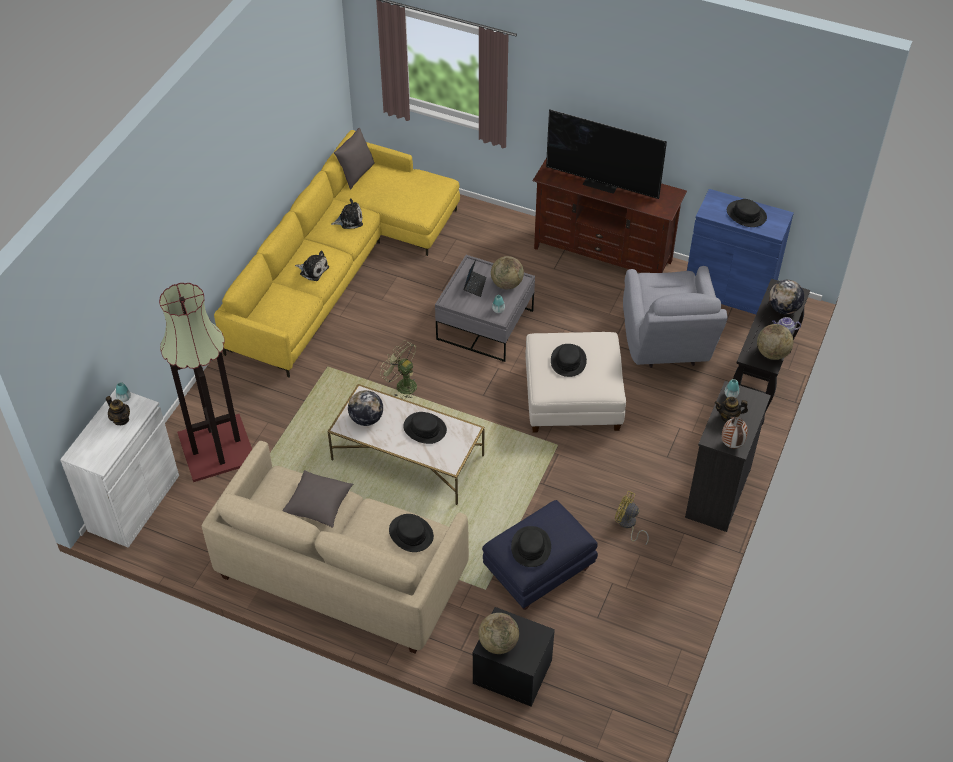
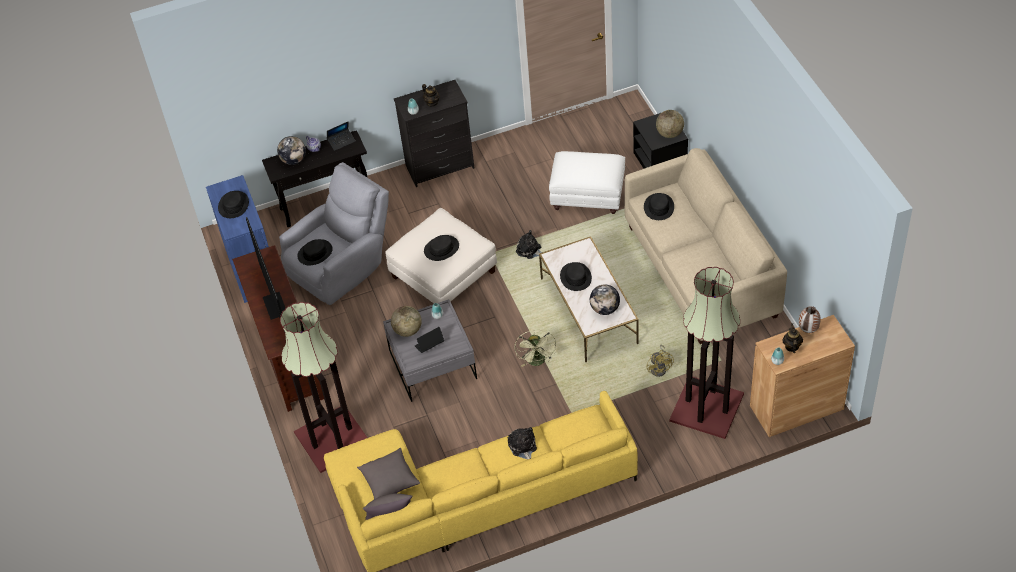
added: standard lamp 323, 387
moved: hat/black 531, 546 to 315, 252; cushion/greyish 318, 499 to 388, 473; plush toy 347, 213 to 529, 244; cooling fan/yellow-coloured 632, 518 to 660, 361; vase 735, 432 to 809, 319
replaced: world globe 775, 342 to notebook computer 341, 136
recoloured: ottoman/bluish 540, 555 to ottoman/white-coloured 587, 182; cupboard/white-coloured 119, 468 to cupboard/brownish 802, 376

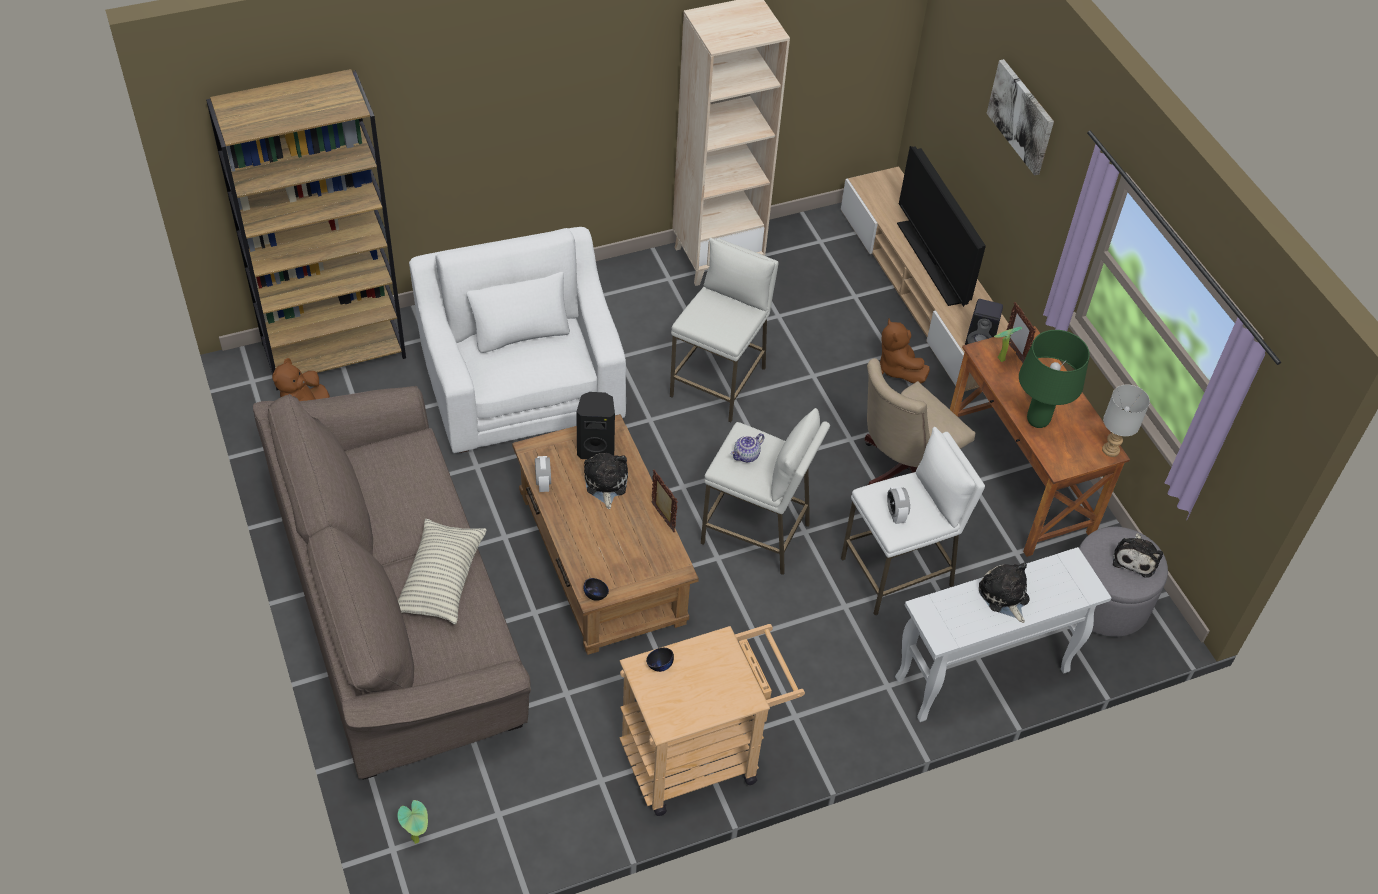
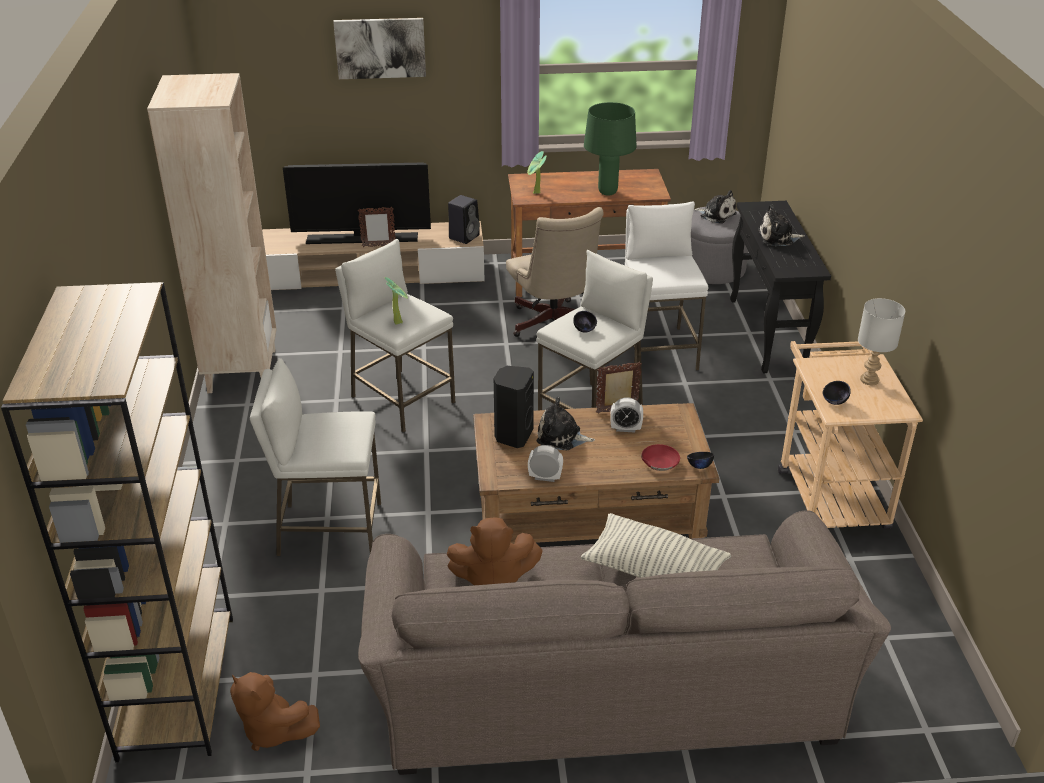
added: serving bowl/red-coloured 660, 457
moved: picture frame 1020, 332 to 377, 227; houseplant 412, 822 to 396, 301; plush toy/brownish 905, 350 to 494, 551; table clock 898, 505 to 626, 414; table lamp/greyish 1126, 420 to 881, 341
replaced: lounge chair/white-coloured 517, 340 to stool seat/white-coloured 315, 457; tea pot 748, 447 to serving bowl/black 585, 322
recoloured: narrow table/white-coloured 1003, 634 to narrow table/black 780, 287

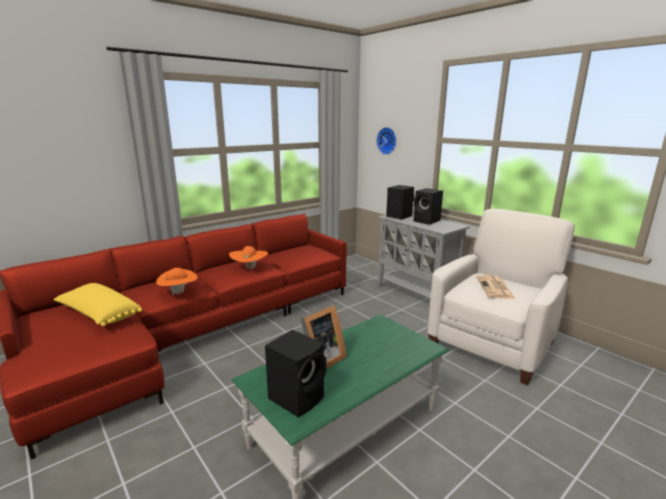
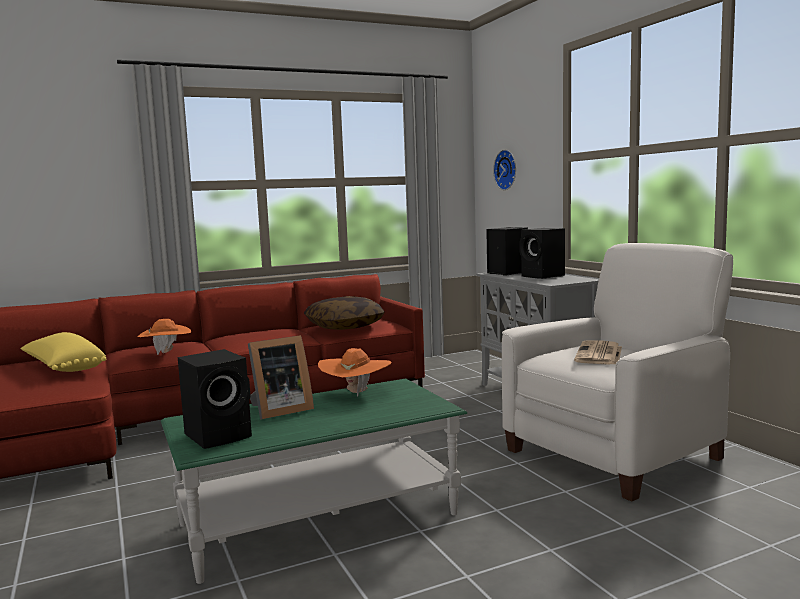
added: cushion 344, 313
moved: hat/orange-coloured 248, 258 to 354, 372

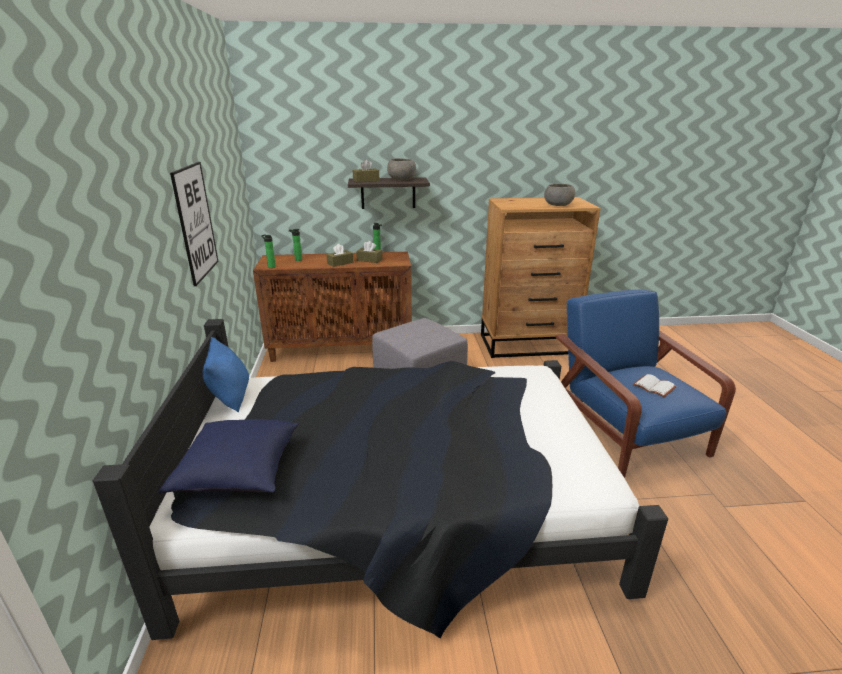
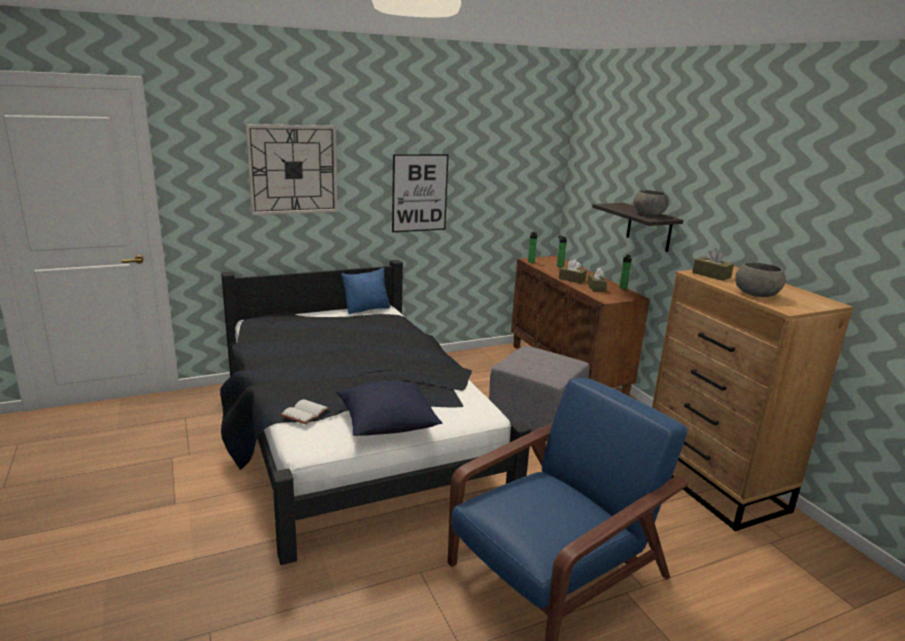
added: wall clock 291, 169
moved: volume/white-coloured 654, 385 to 305, 411; cushion/bluish 228, 456 to 389, 408; tissue holder/brownish 366, 170 to 713, 264

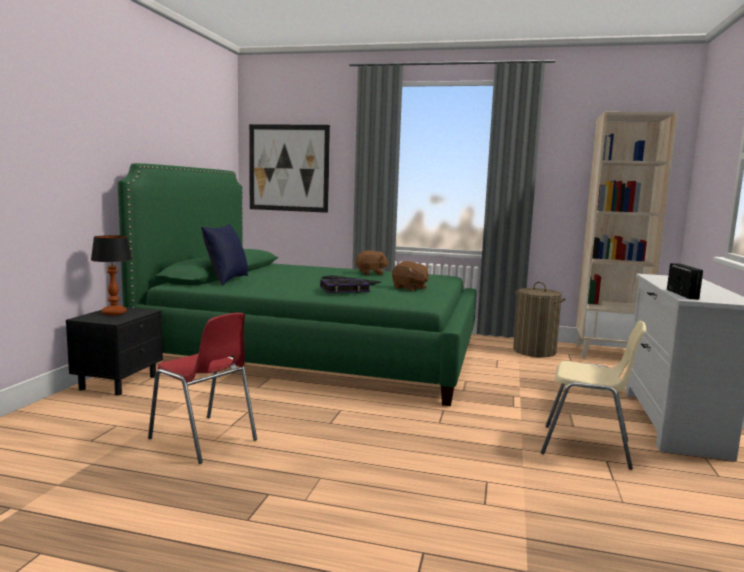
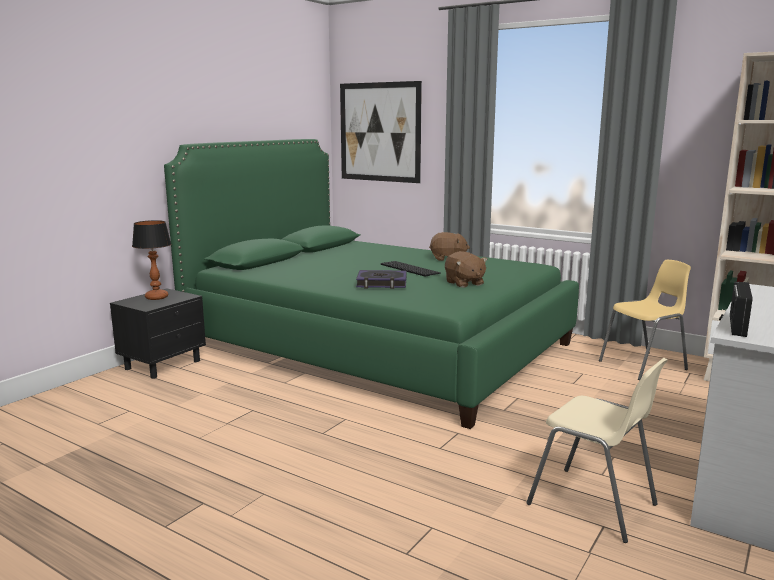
removed: upright chair/red-coloured 202, 388; cushion/bluish 224, 255
replaced: hamper 539, 319 to upright chair/yellow-coloured 645, 320

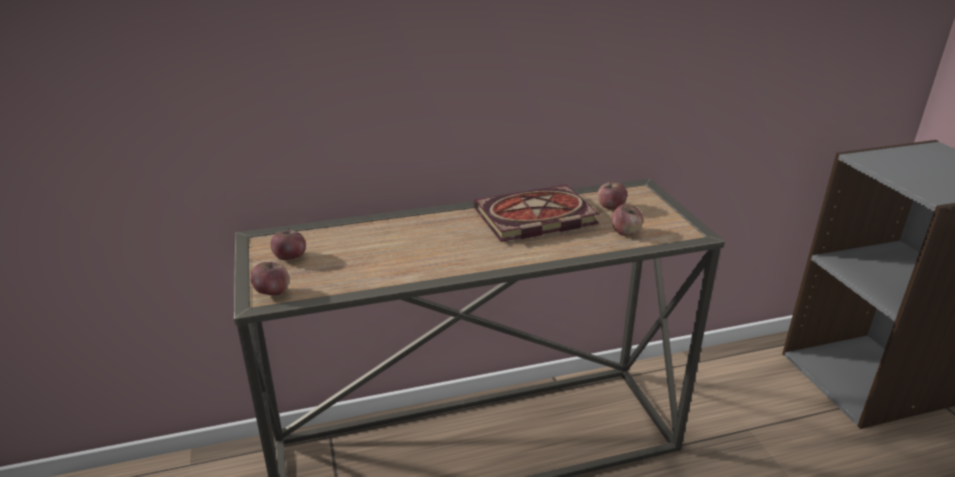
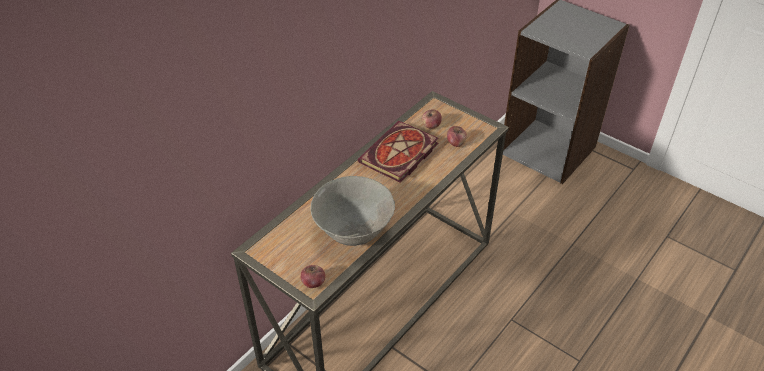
removed: whole apple 288, 244
added: serving bowl/greyish 353, 211

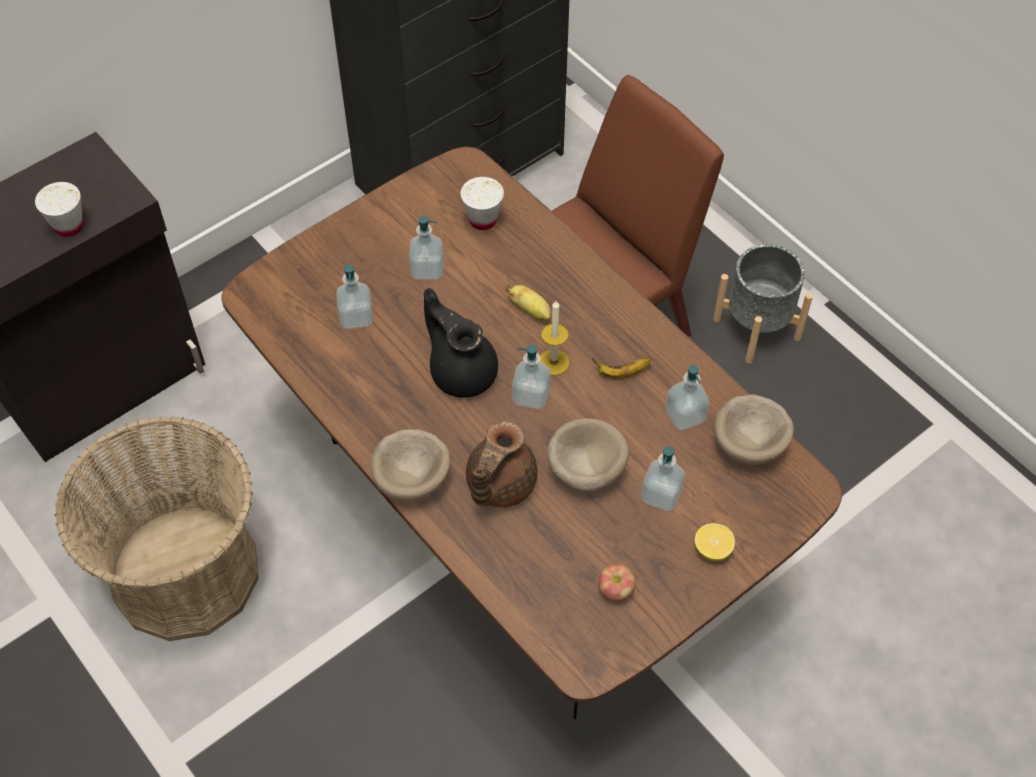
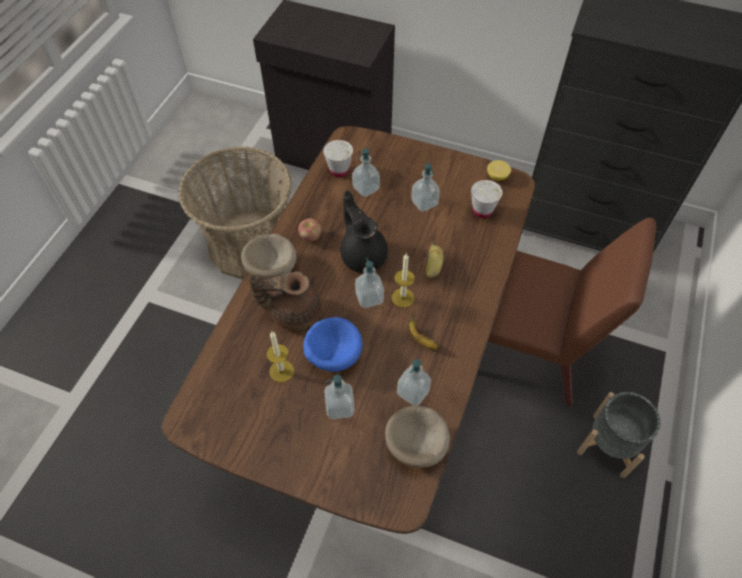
added: wax light 280, 356
moved: whole apple 617, 583 to 309, 230; cup/white-coloured 59, 209 to 338, 158; lemon 715, 542 to 499, 170
recoloured: serving bowl/beige 588, 455 to serving bowl/bluish 332, 344
turned: tea pot/black 461, 343 = 364, 232 45 degrees counterclockwise

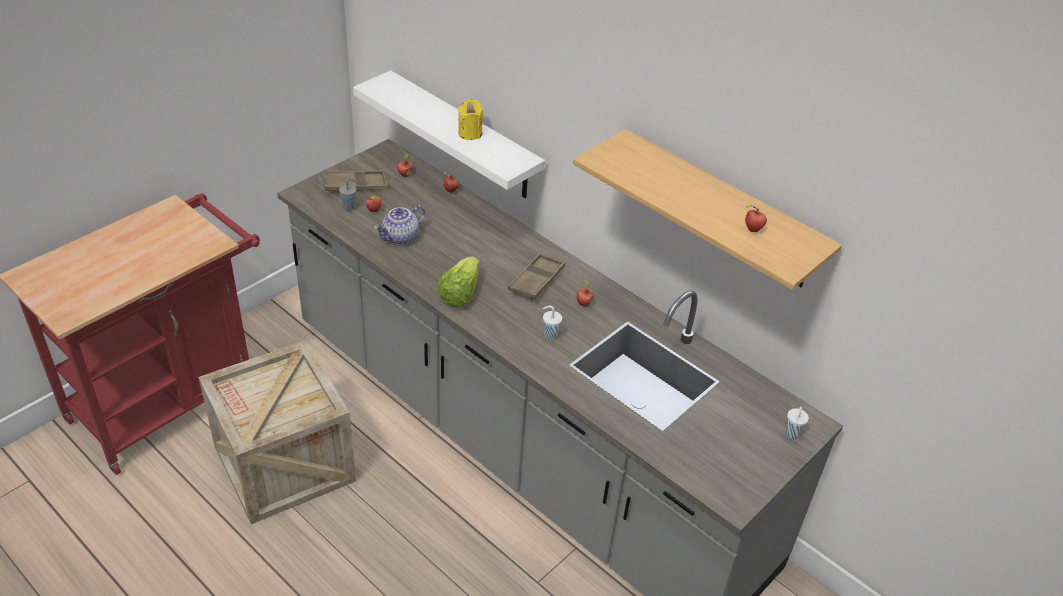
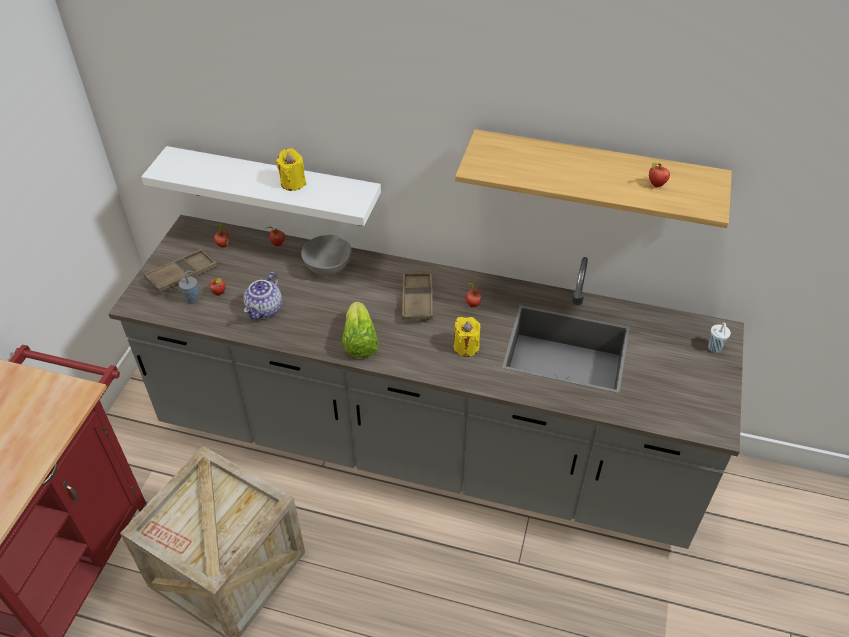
added: serving bowl/greyish 326, 255
replaced: cup/white-coloured 552, 323 to wax light/yellow-coloured 466, 337

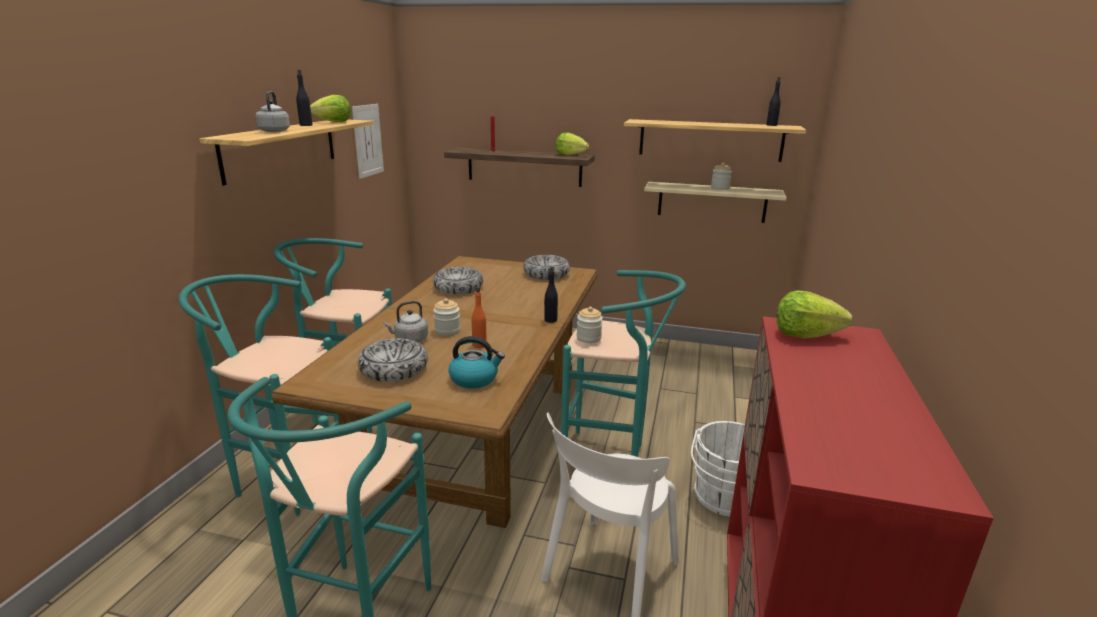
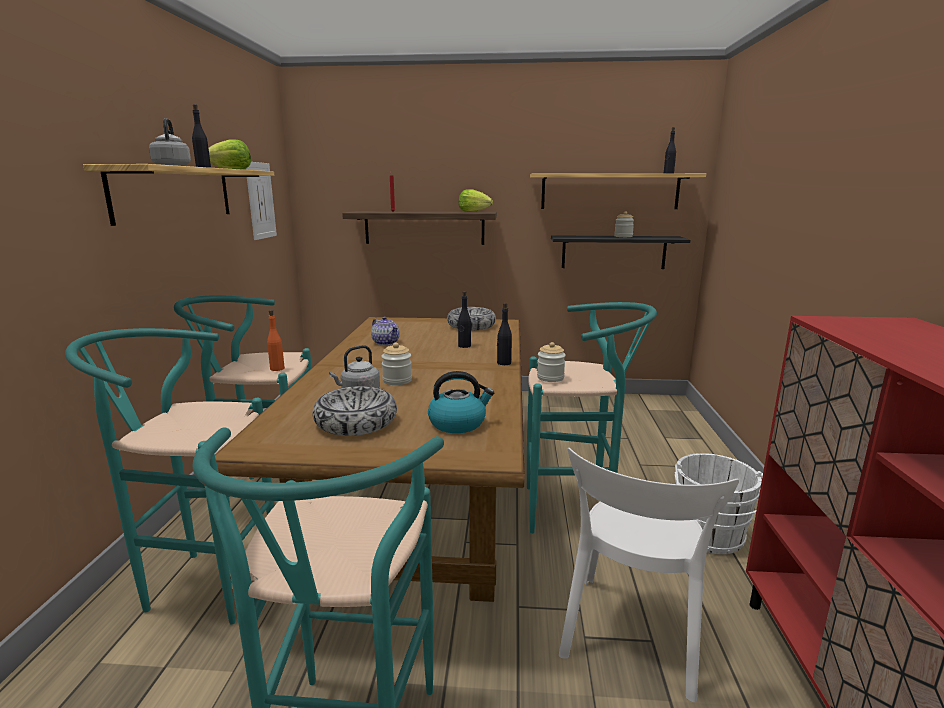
removed: lettuce 814, 314
added: bottle/black 464, 319
moved: bottle/orange-coloured 479, 317 to 276, 340
replaced: serving bowl 458, 280 to tea pot 385, 331
recoloured: shelf/beige 715, 202 to shelf/black 620, 252

